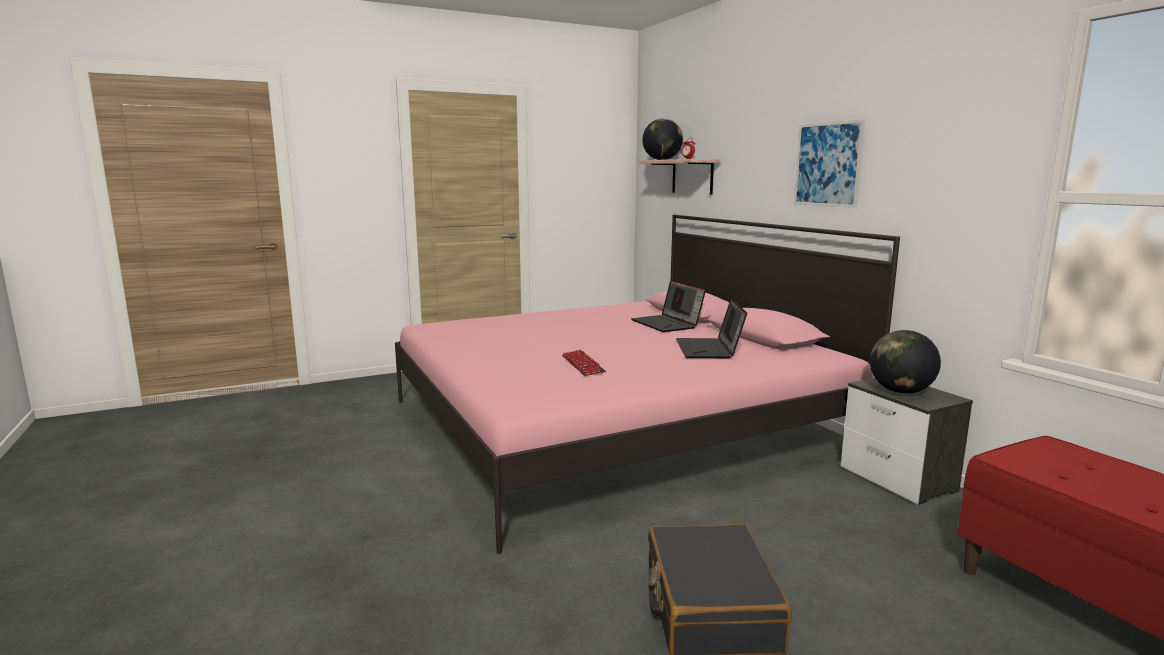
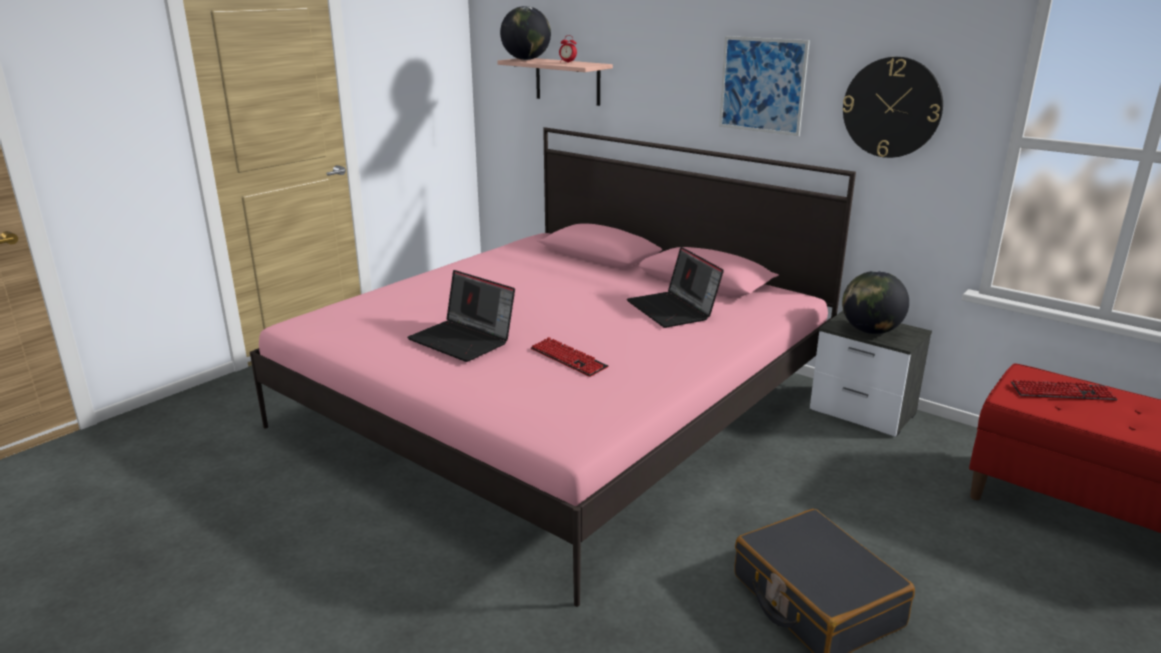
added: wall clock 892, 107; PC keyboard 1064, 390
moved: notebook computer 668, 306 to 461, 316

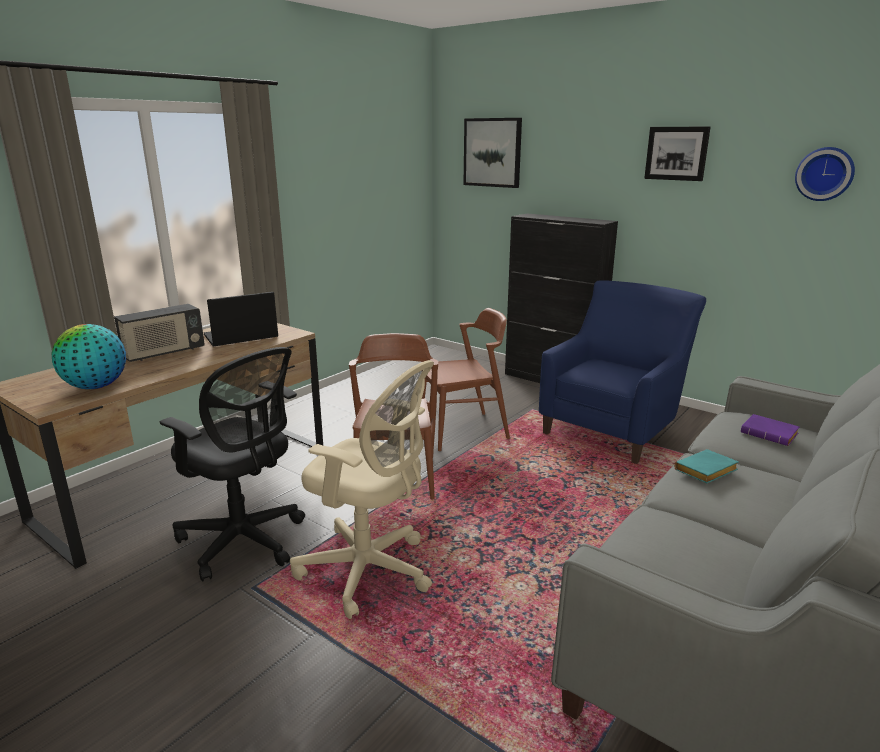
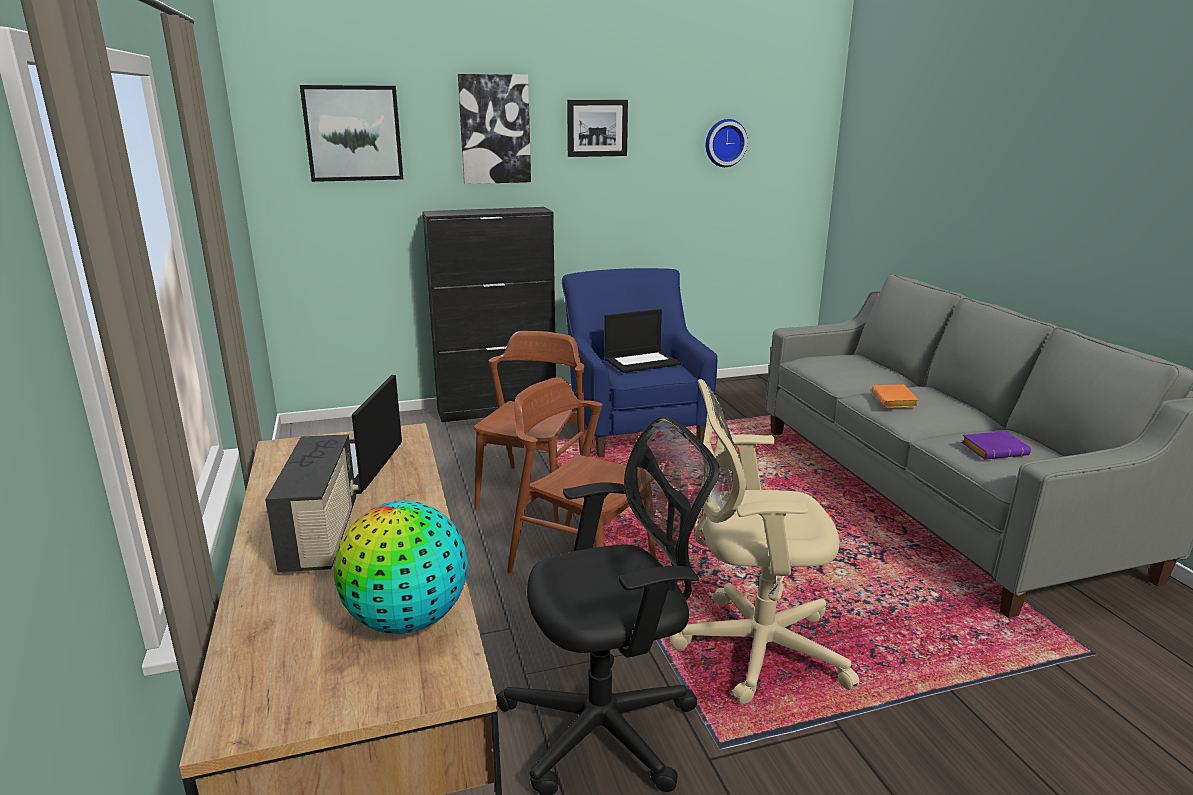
added: wall picture 494, 129; notebook computer 642, 341
moved: volume/purple 770, 430 to 996, 445
recoloured: volume/turquoise 706, 466 to volume/orange-coloured 895, 396
turned: desk chair/beige 362, 489 = 765, 541 150 degrees counterclockwise

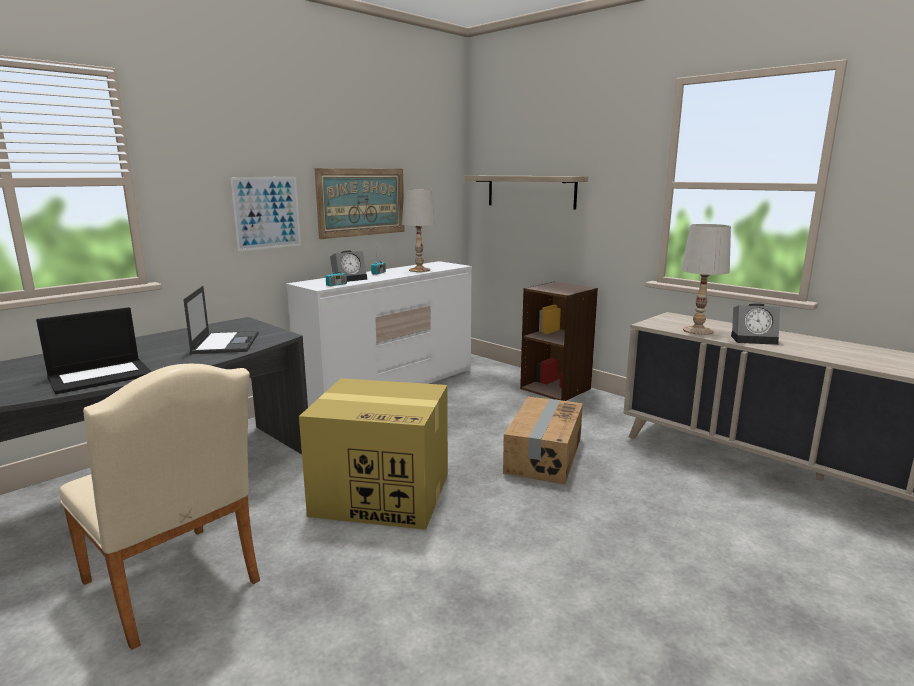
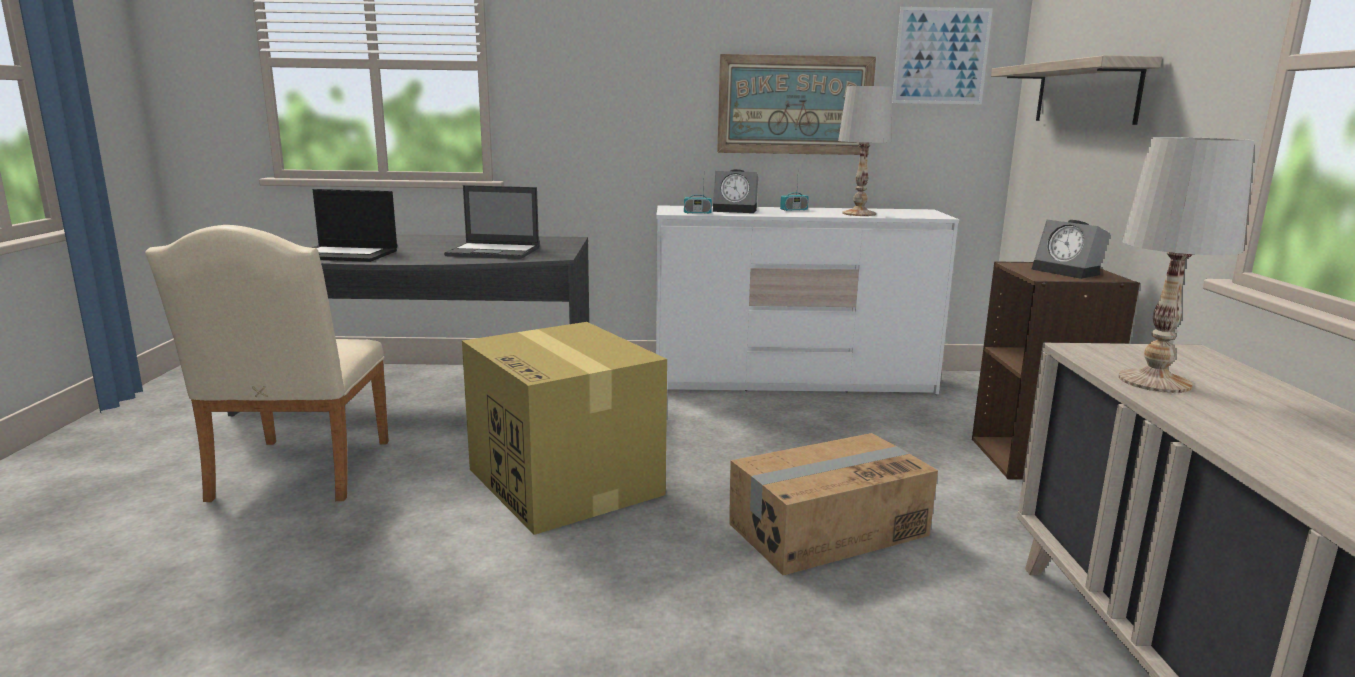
moved: wall picture 265, 214 to 942, 56; table clock 755, 324 to 1071, 249
turned: notebook computer 221, 320 = 491, 222 60 degrees clockwise

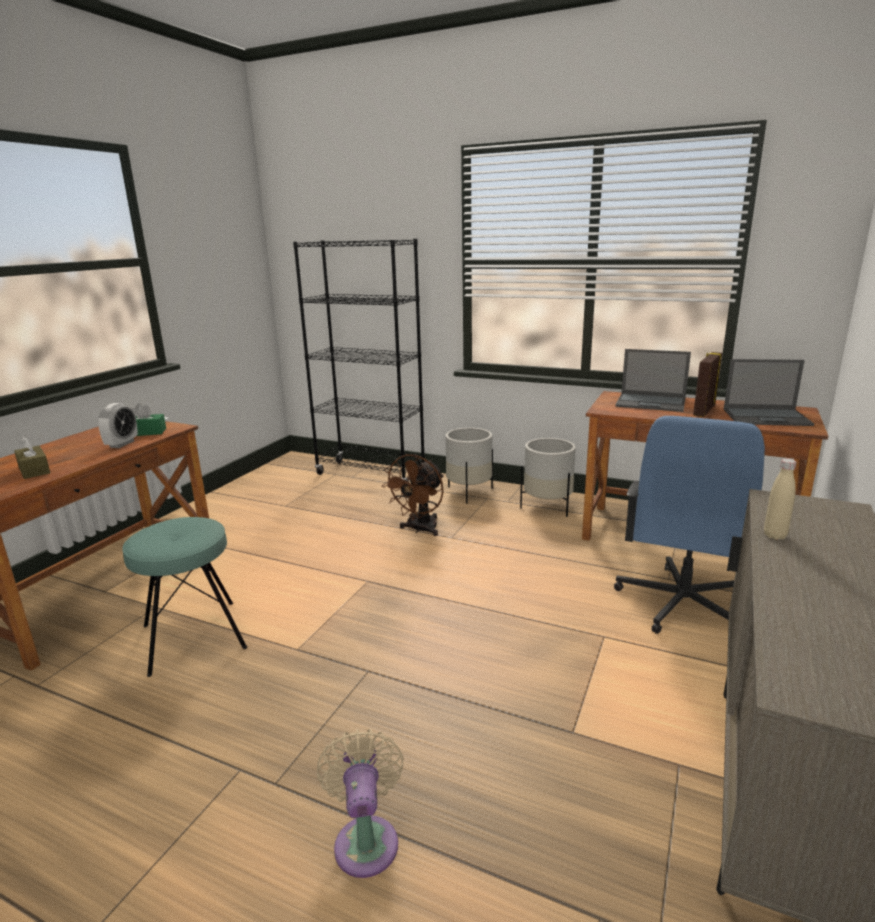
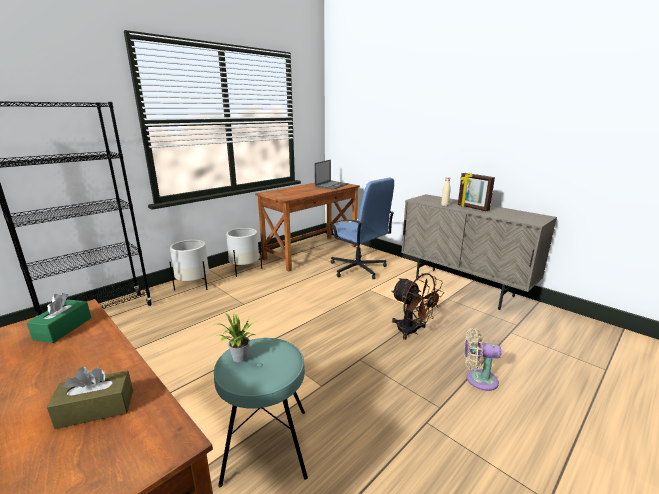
removed: table clock 118, 425; notebook computer 653, 380
added: houseplant 237, 336
moved: cooling fan/brownish 413, 495 to 418, 306; picture frame 707, 384 to 476, 192

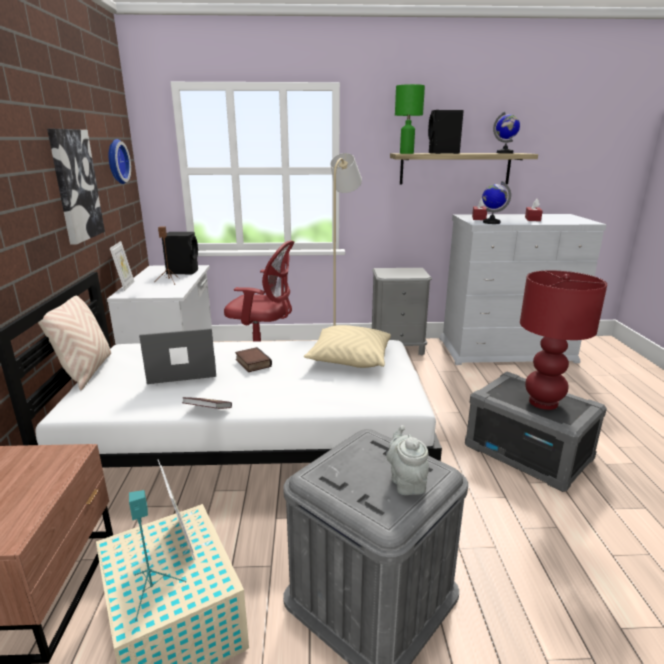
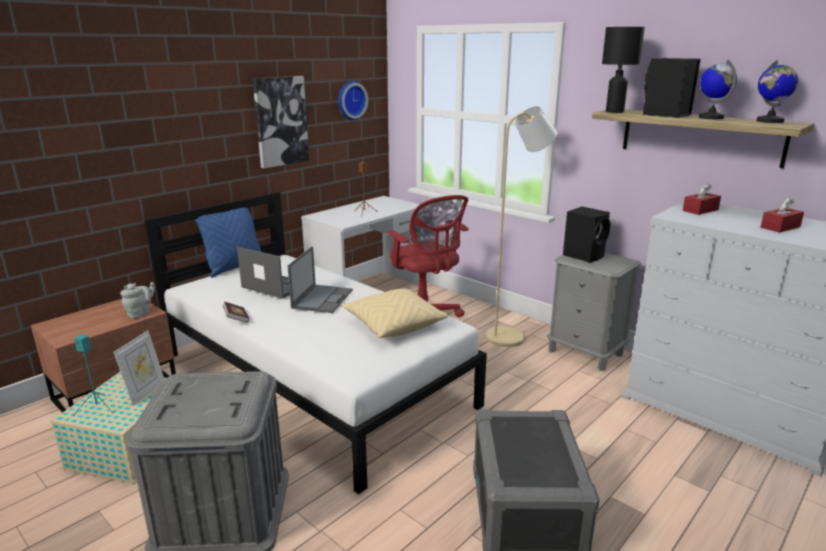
removed: picture frame 122, 266; table lamp/red-coloured 563, 340
moved: tea pot/greyish 407, 460 to 137, 300; speaker/black 180, 253 to 587, 235; world globe 496, 202 to 718, 89
replaced: volume 253, 359 to notebook computer 320, 279
recoloured: cushion/beige 74, 342 to cushion/bluish 228, 243; table lamp/greenish 410, 119 to table lamp/black 623, 70

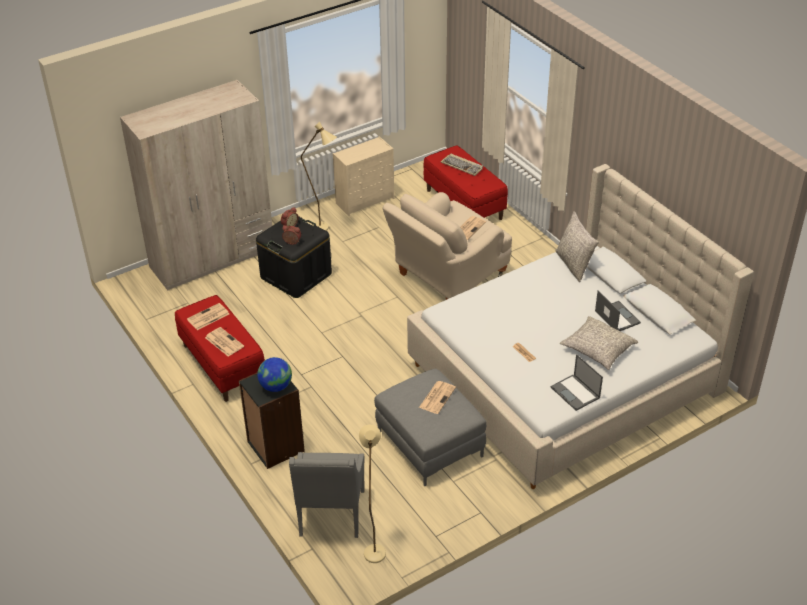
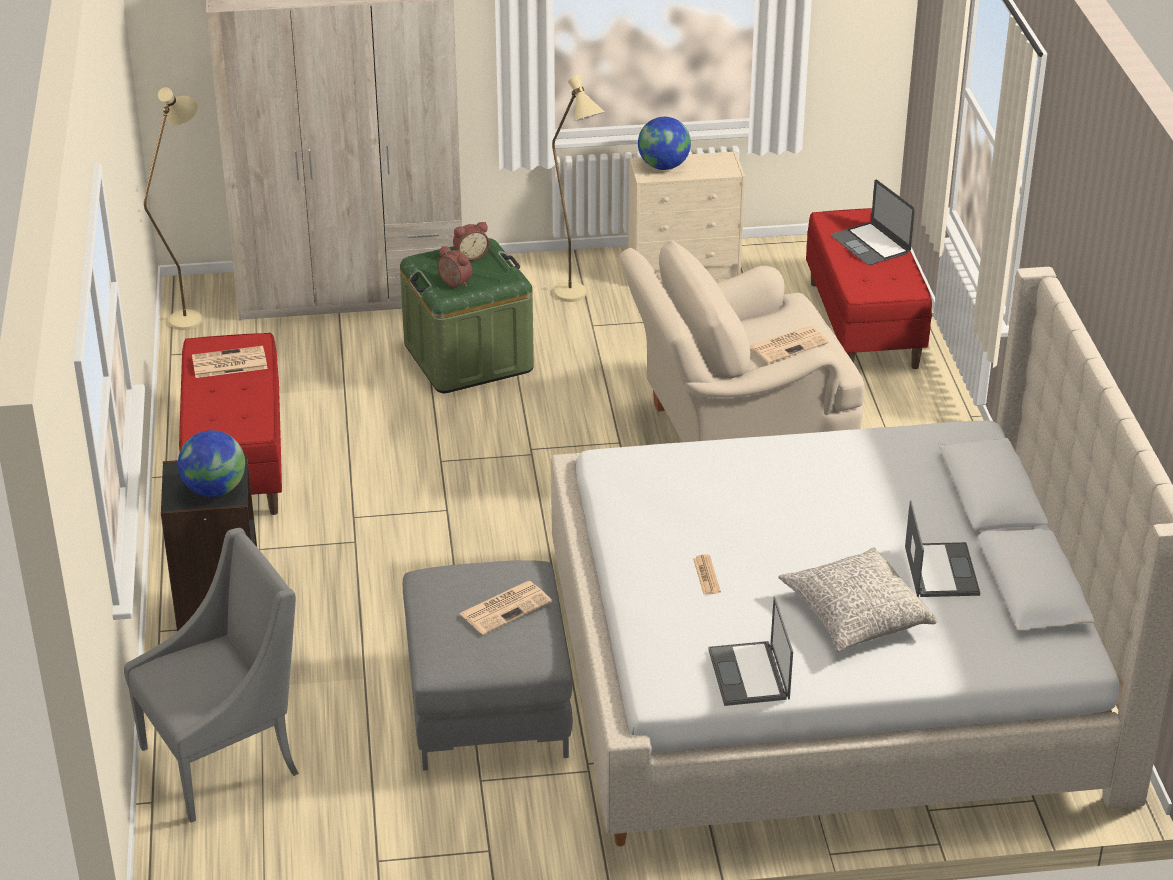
removed: newspaper 224, 341; cushion/greyish 577, 246
added: world globe 664, 143
moved: standard lamp/beige 372, 494 to 173, 208
replaced: PC keyboard 462, 165 to notebook computer 873, 222
recoloured: storage box/black 294, 257 to storage box/greenish 467, 315
turned: lounge chair/greyish 327, 495 = 211, 675 150 degrees counterclockwise

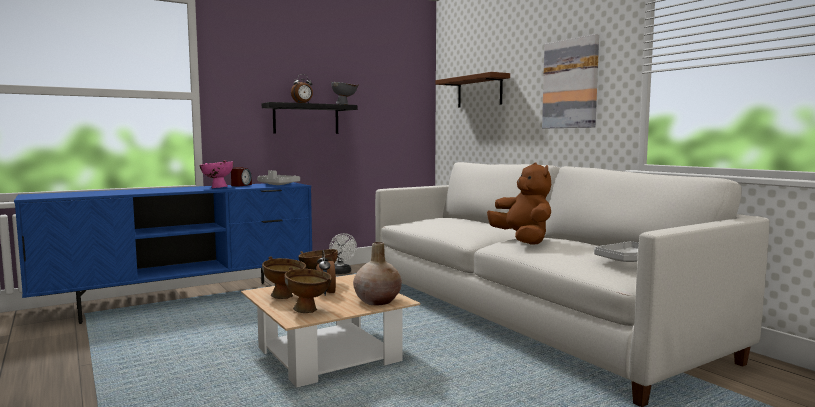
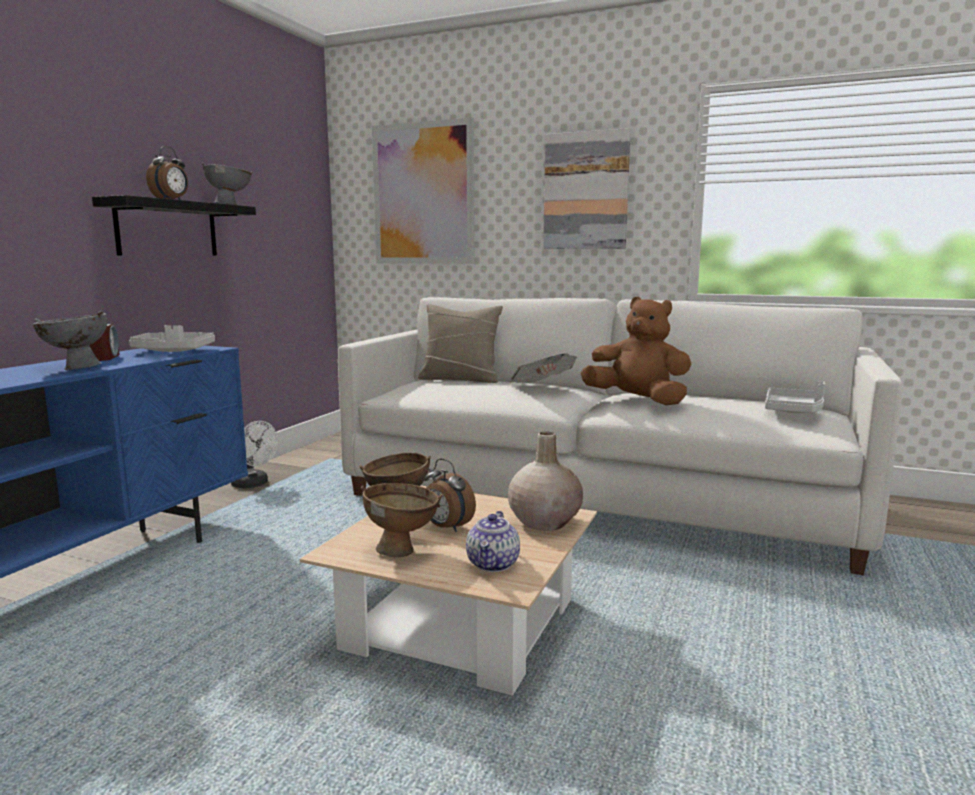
added: cushion/beige 460, 343; newspaper 543, 368
replaced: shelf/brownish 472, 90 to wall picture 423, 191; serving bowl/brownish 308, 290 to tea pot 493, 541
recoloured: serving bowl/pink-coloured 216, 174 to serving bowl/greyish 70, 340

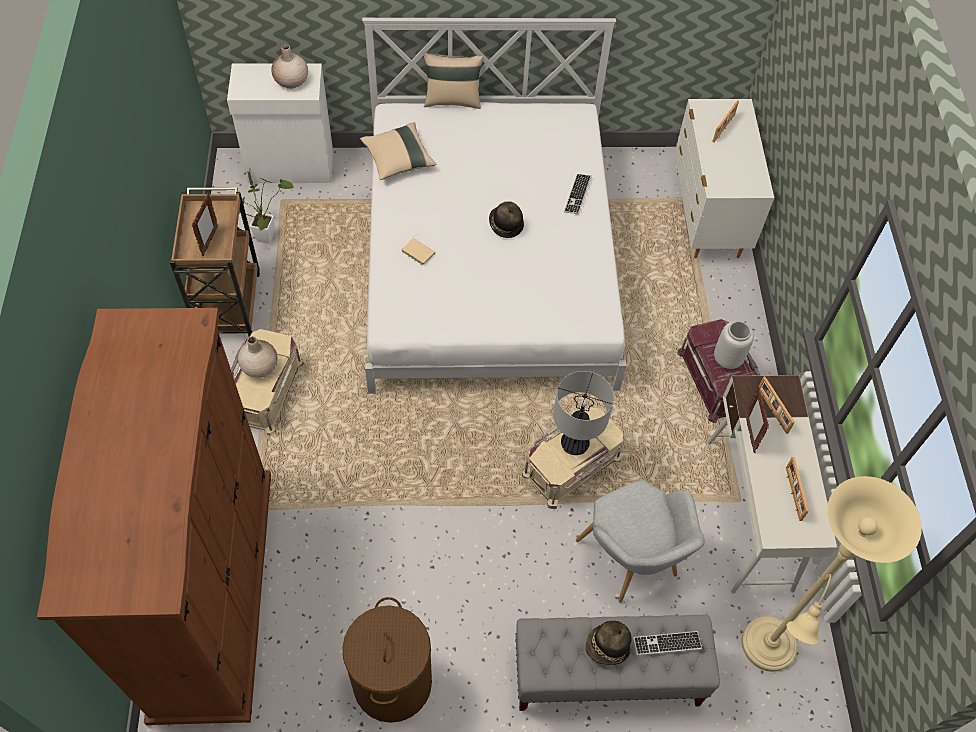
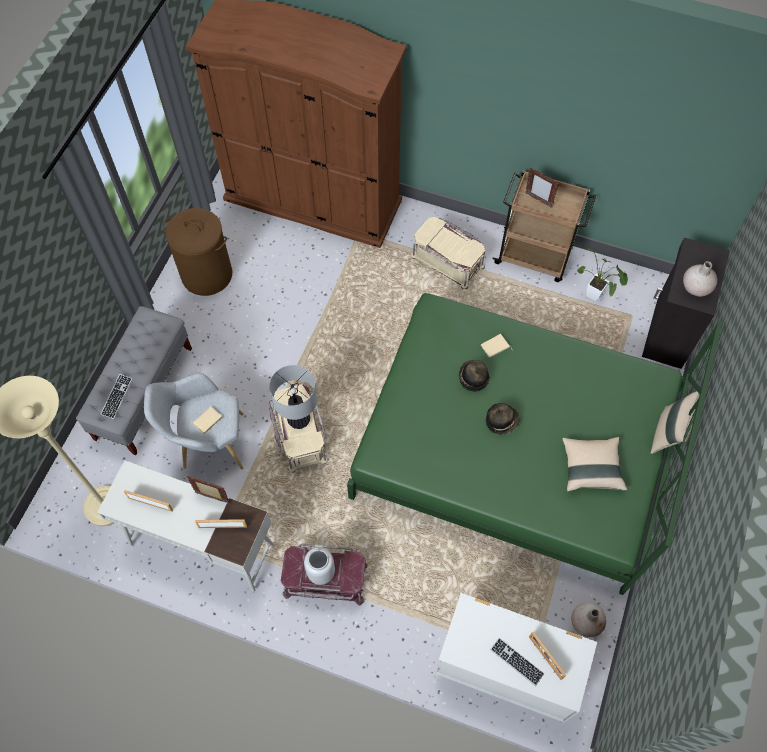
added: volume/beige 205, 420
moved: hat 608, 643 to 474, 375; PC keyboard 578, 194 to 517, 662; cushion/beige 398, 151 to 594, 464; vase/beige 258, 357 to 588, 619
recoloured: bedroom bed/white-coloured 494, 205 to bedroom bed/greenish 535, 444; cupboard/white-coloured 280, 124 to cupboard/black 686, 303

